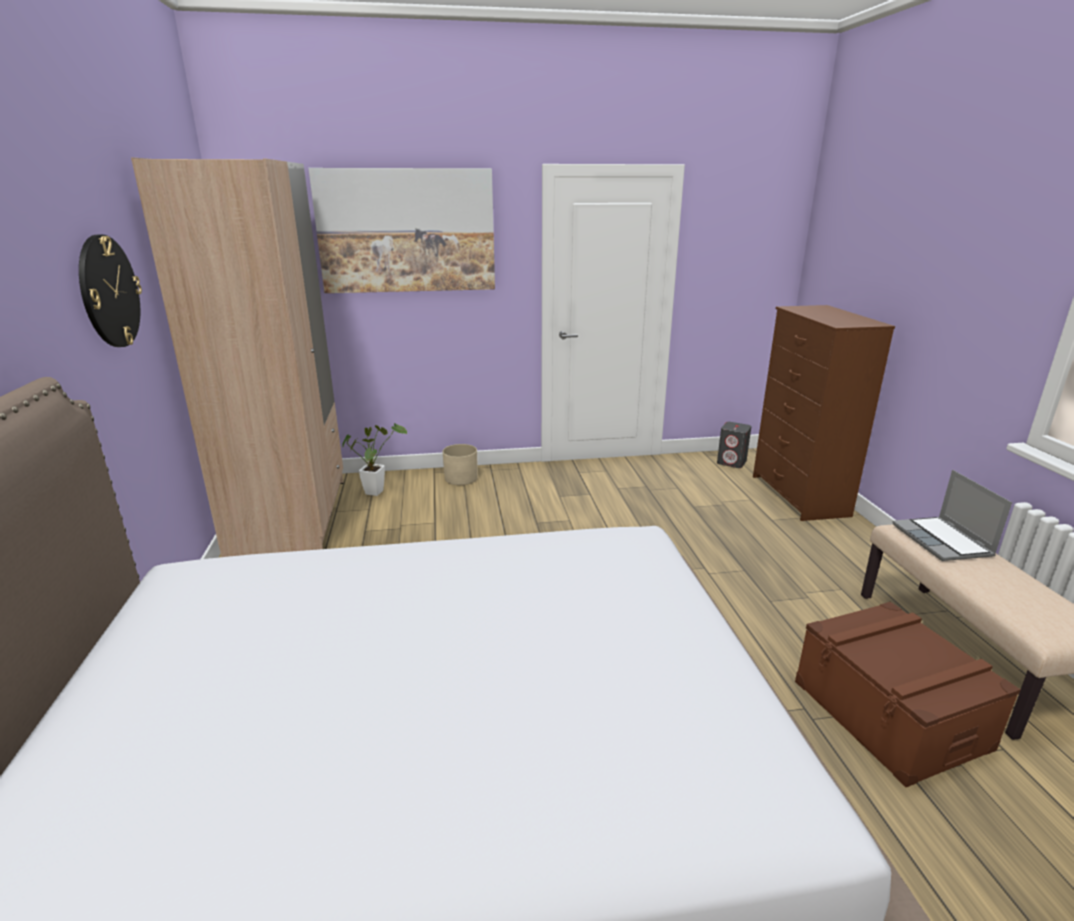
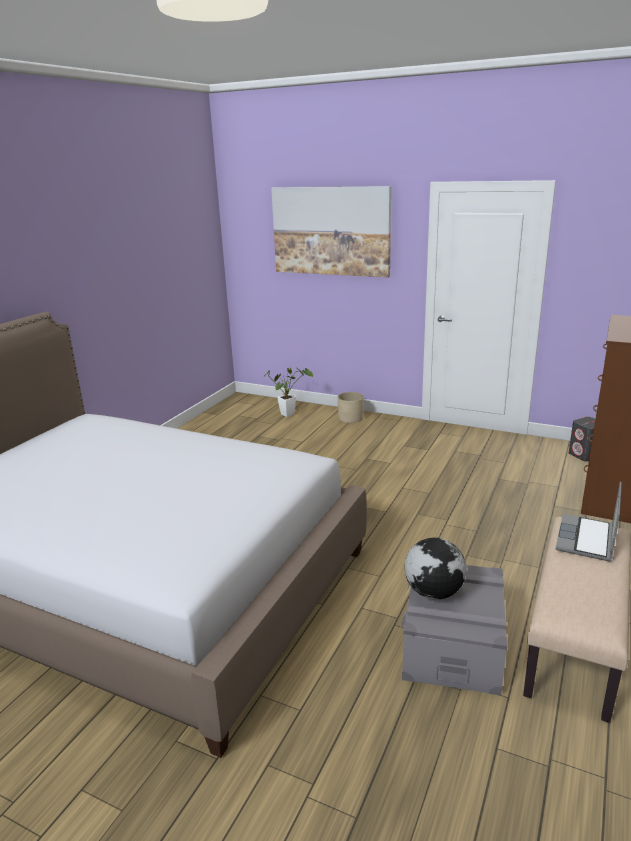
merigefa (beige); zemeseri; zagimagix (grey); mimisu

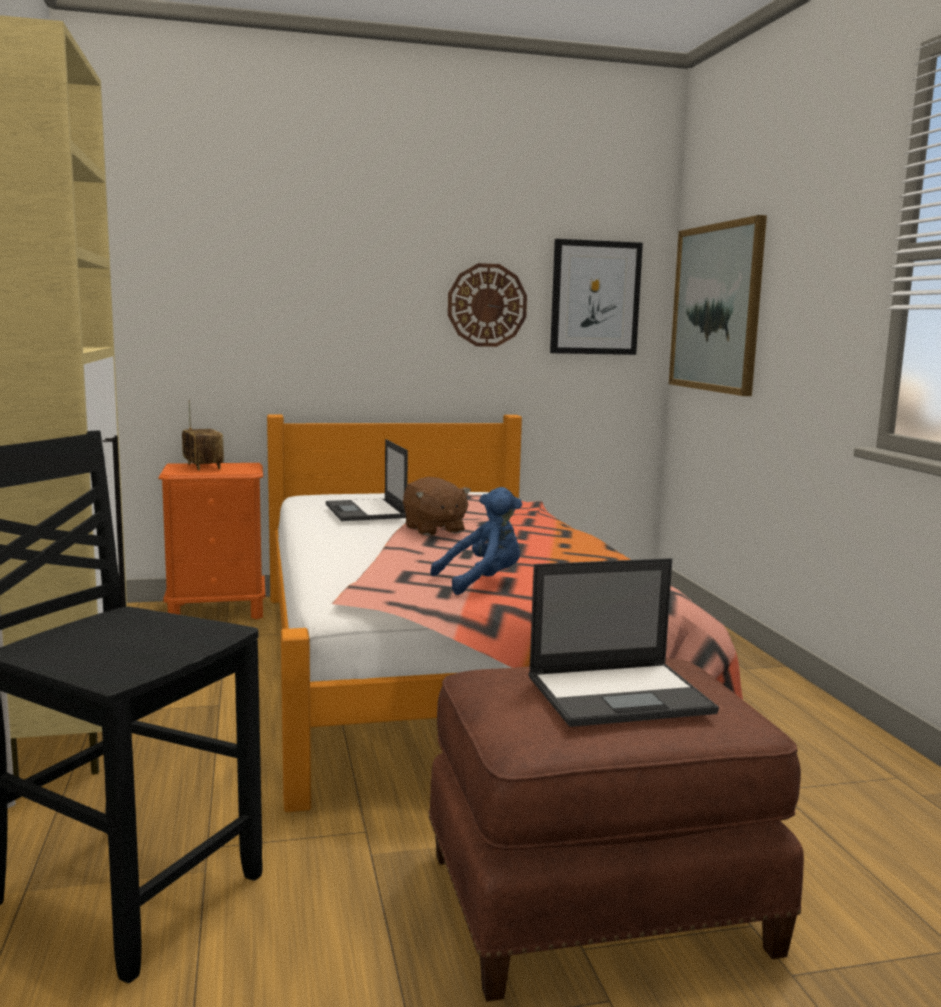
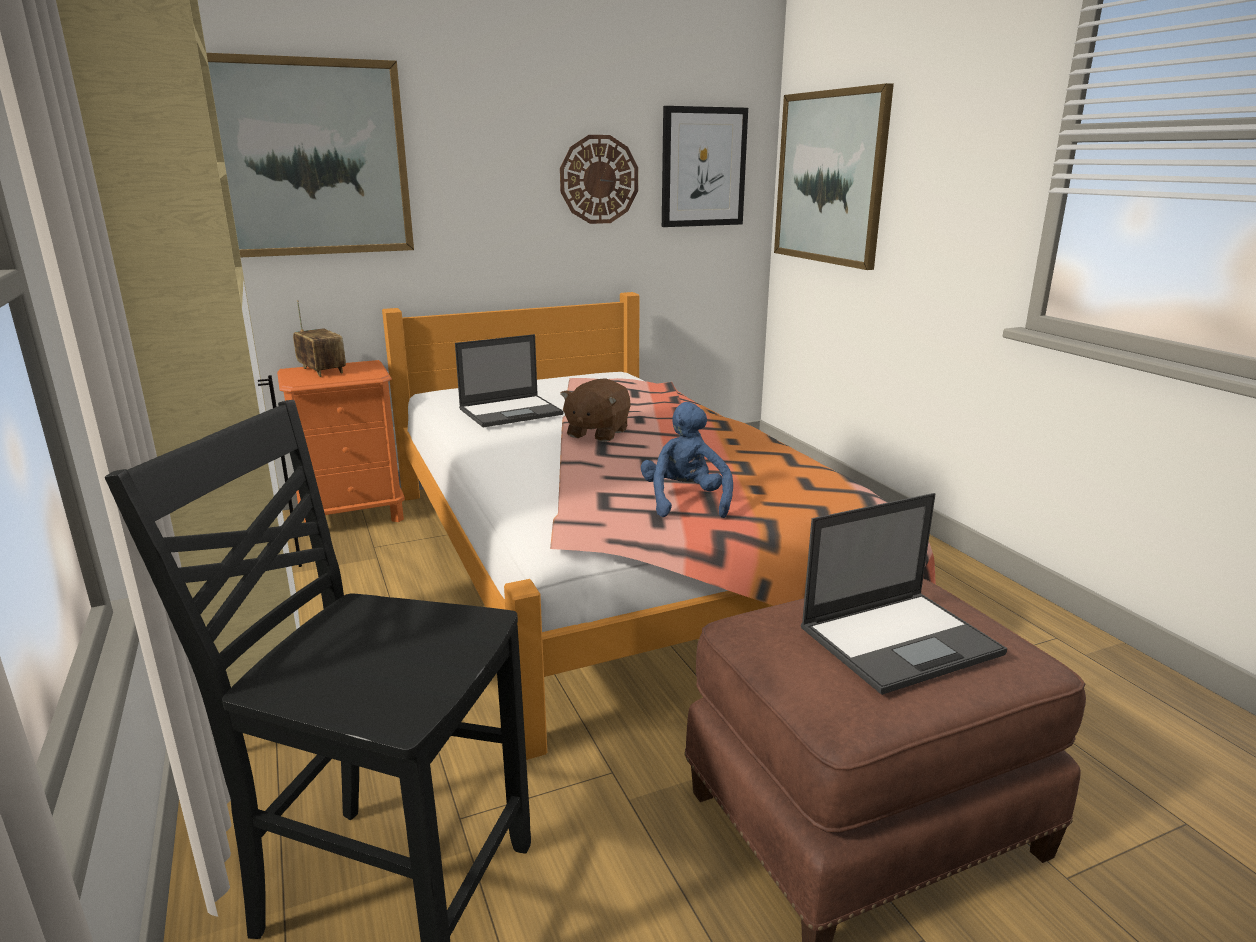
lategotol (no. 1 from left); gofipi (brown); gofipi (blue); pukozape (no. 1 from left)

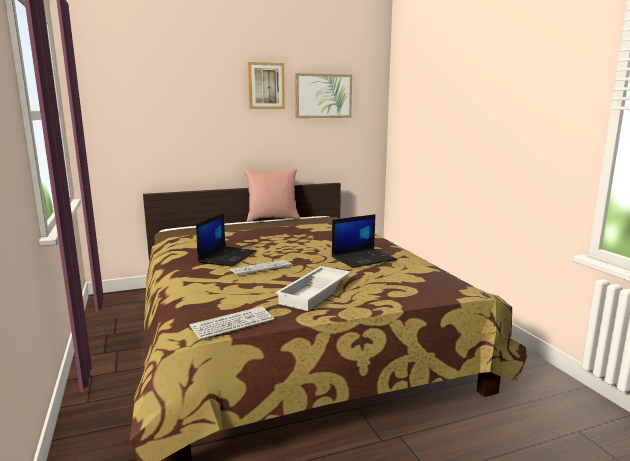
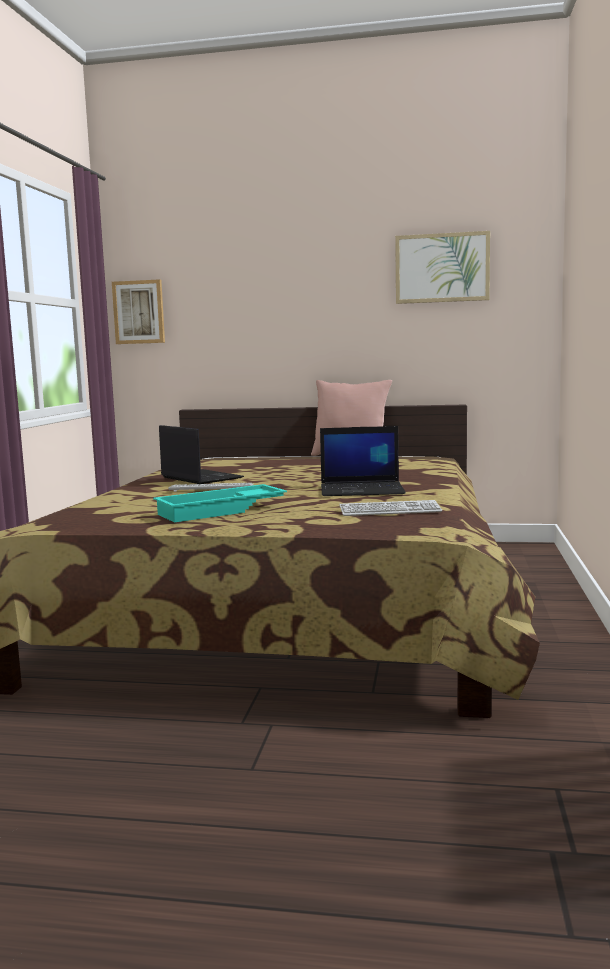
pukozape (no. 1 from left); lategotol (no. 1 from left); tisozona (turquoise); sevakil (no. 2 from left)

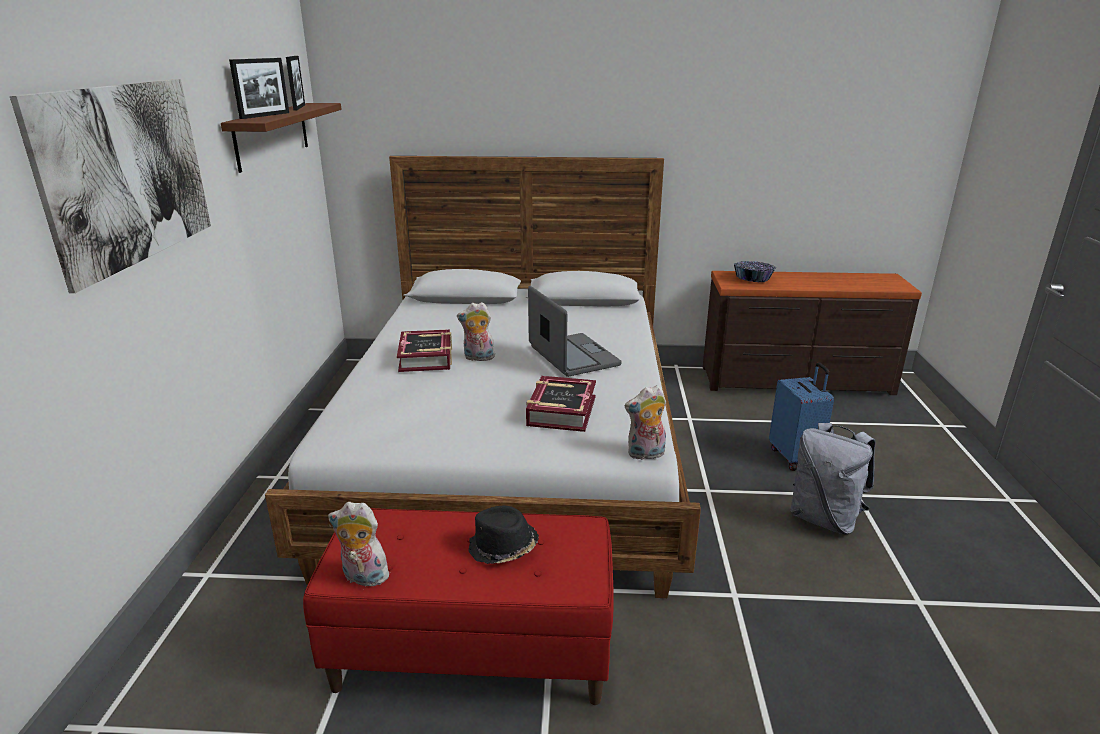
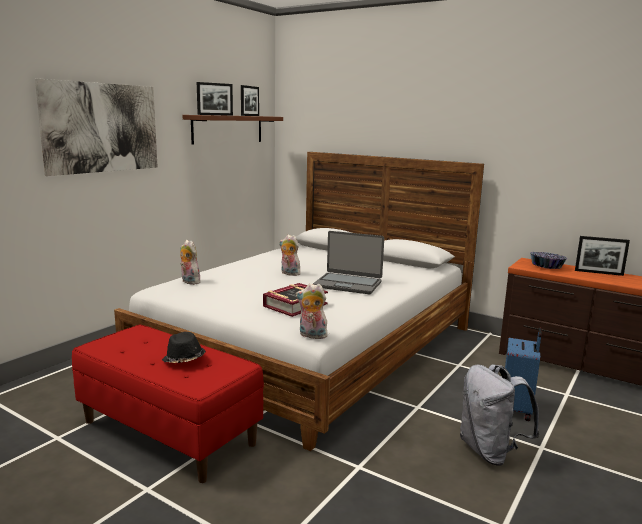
lategotol; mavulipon (no. 1 from left in the first image); gofipi (no. 1 from left); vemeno (no. 3 from left)

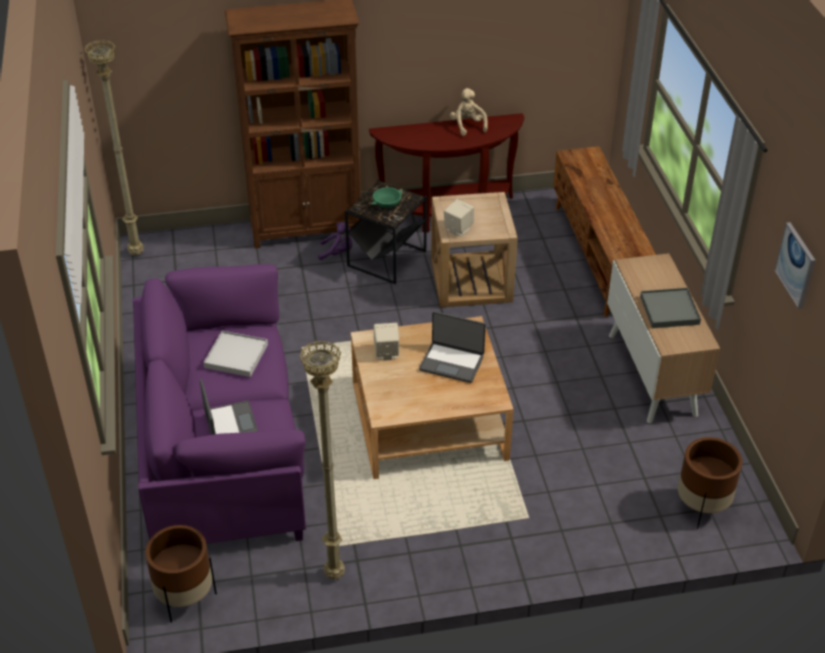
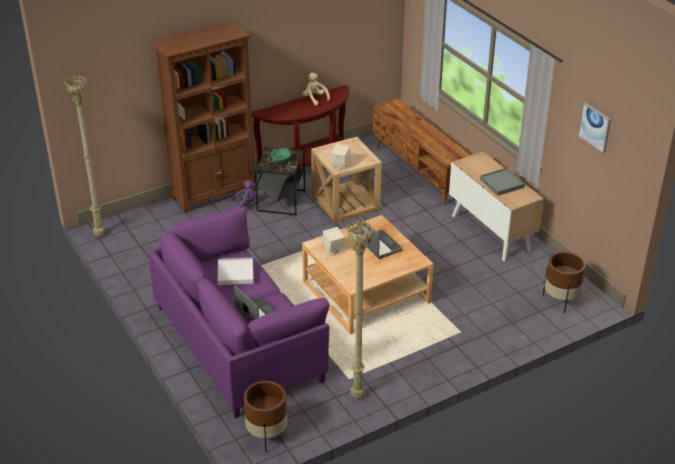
lategotol (no. 2 from left)

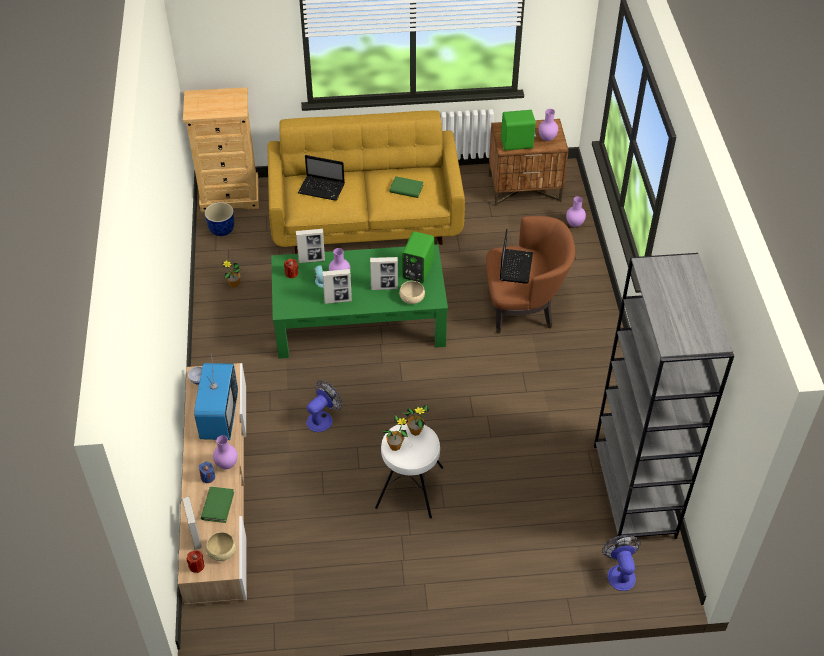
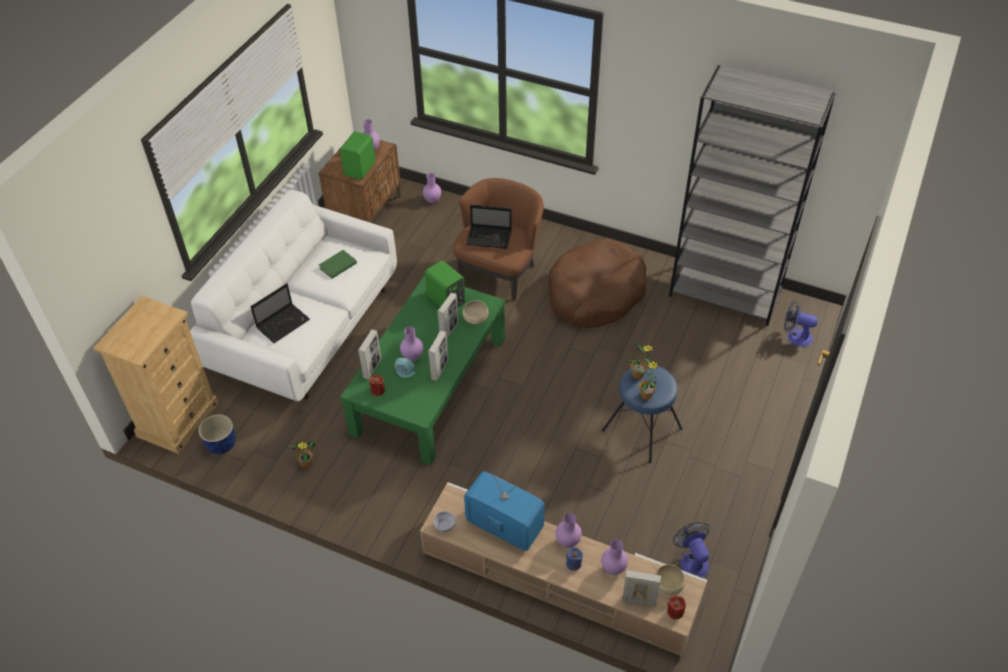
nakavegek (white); lategotol (no. 2 from left); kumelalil (no. 1 from left); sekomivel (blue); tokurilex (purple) (no. 5 from left); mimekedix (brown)

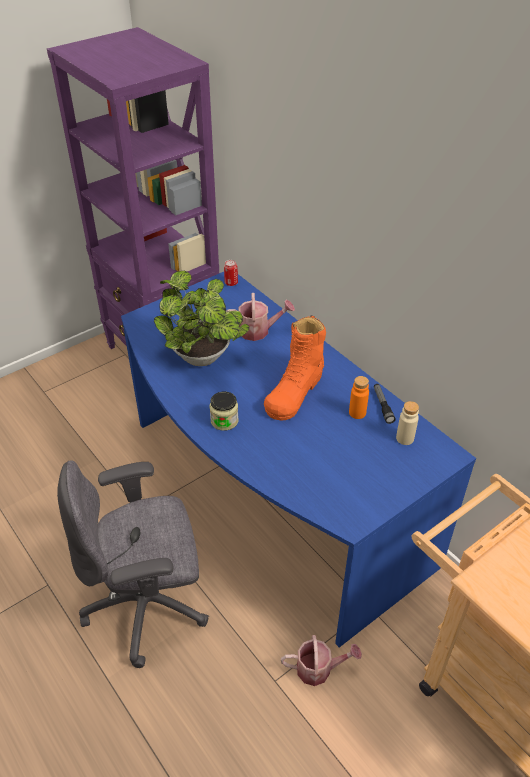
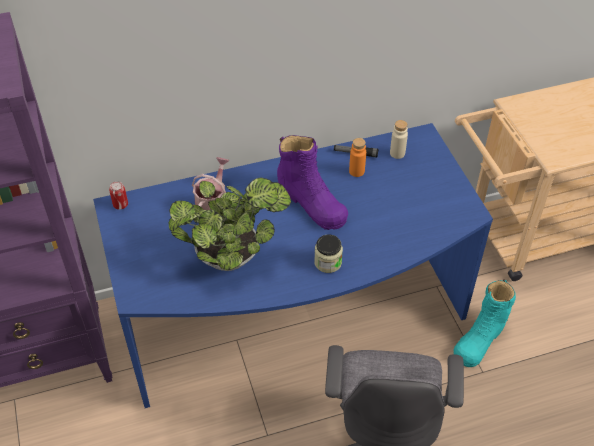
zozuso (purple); zozuso (turquoise)

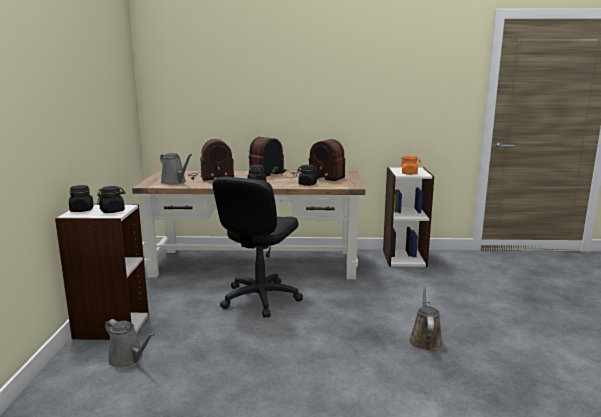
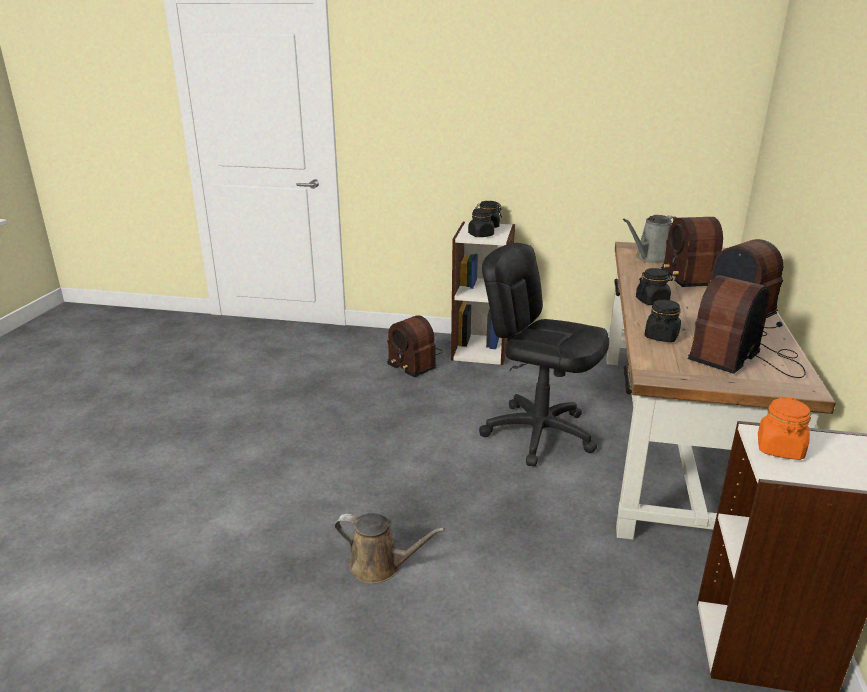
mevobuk (no. 1 from left)

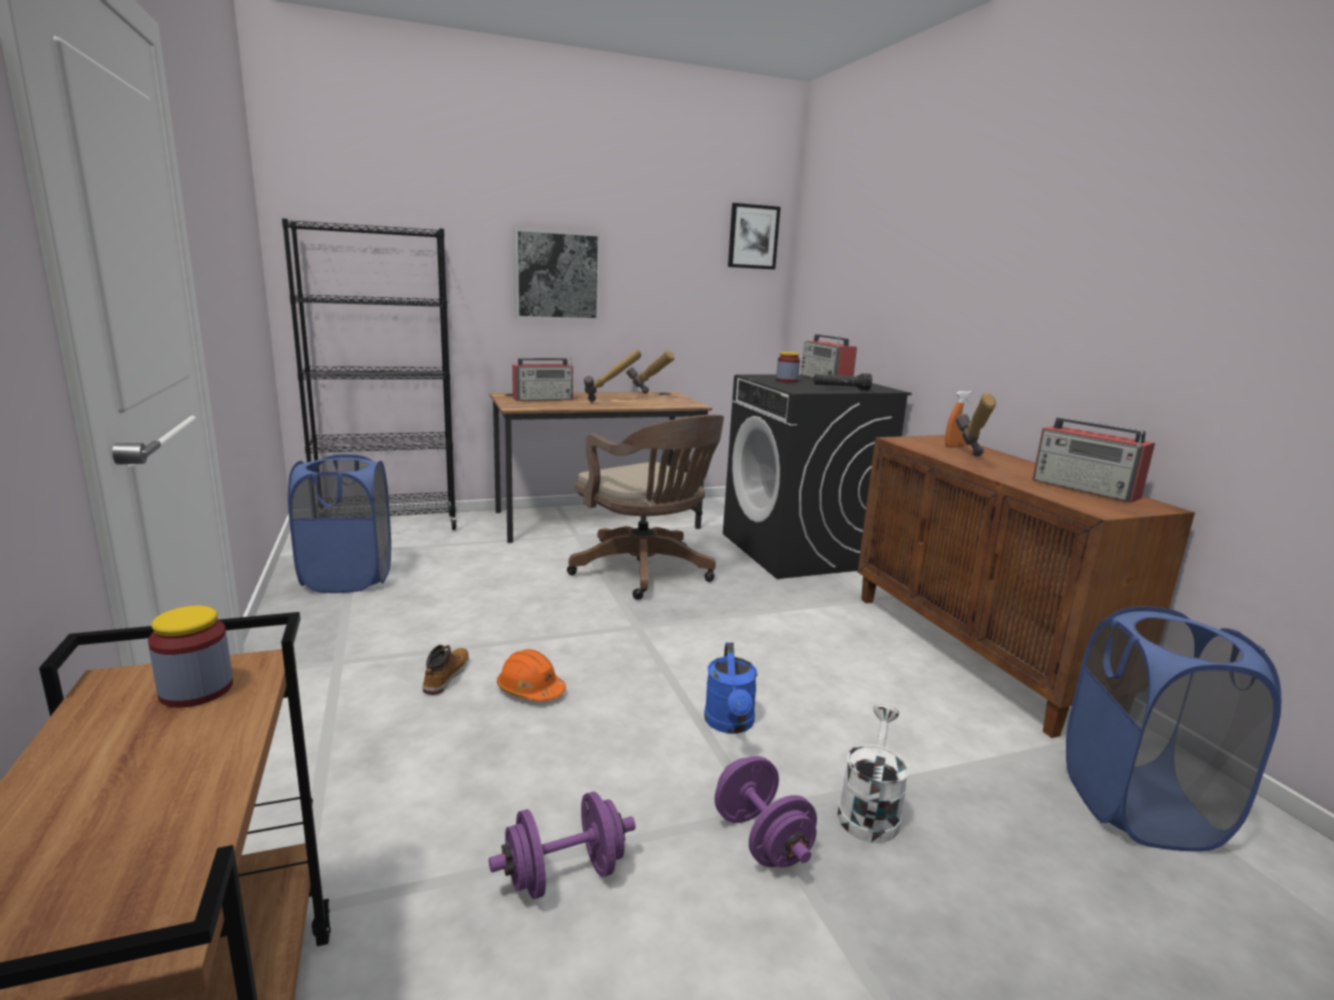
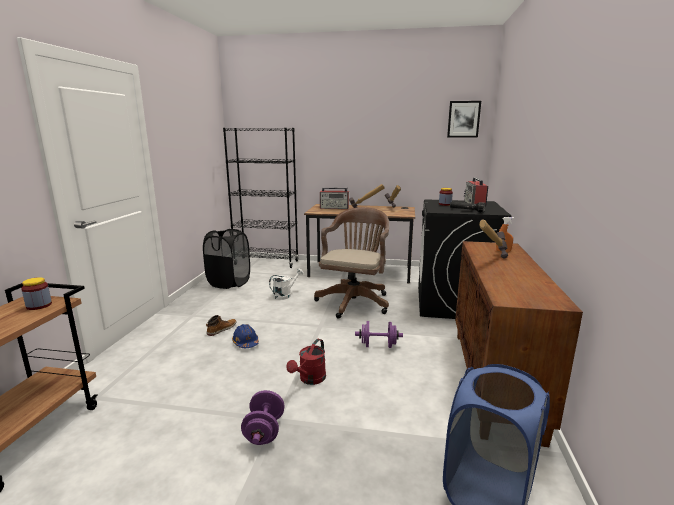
pukozape (no. 1 from left in the first image); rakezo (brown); mevobuk (no. 3 from left in the first image); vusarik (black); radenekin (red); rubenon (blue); radenekin (white); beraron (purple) (no. 2 from left)

